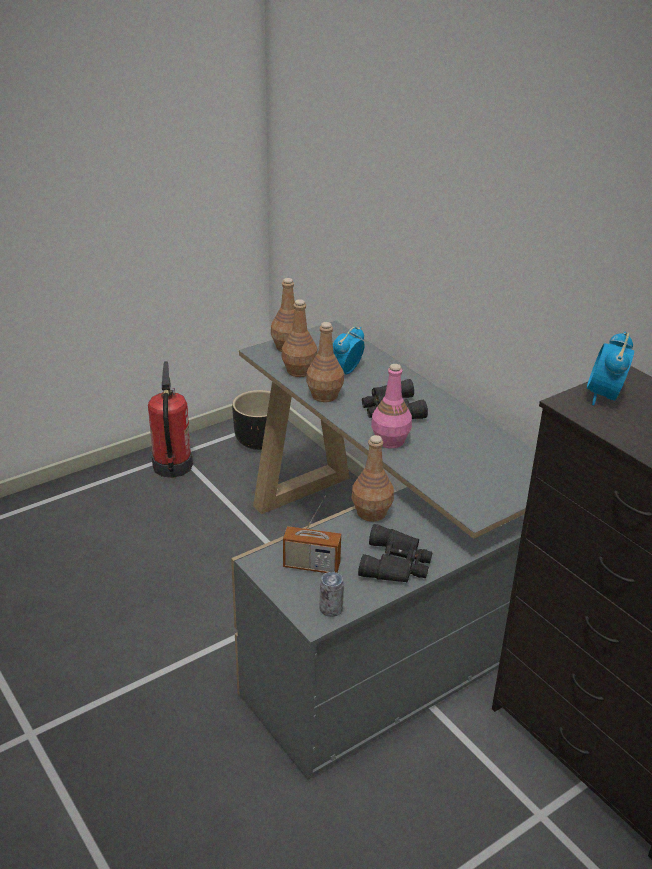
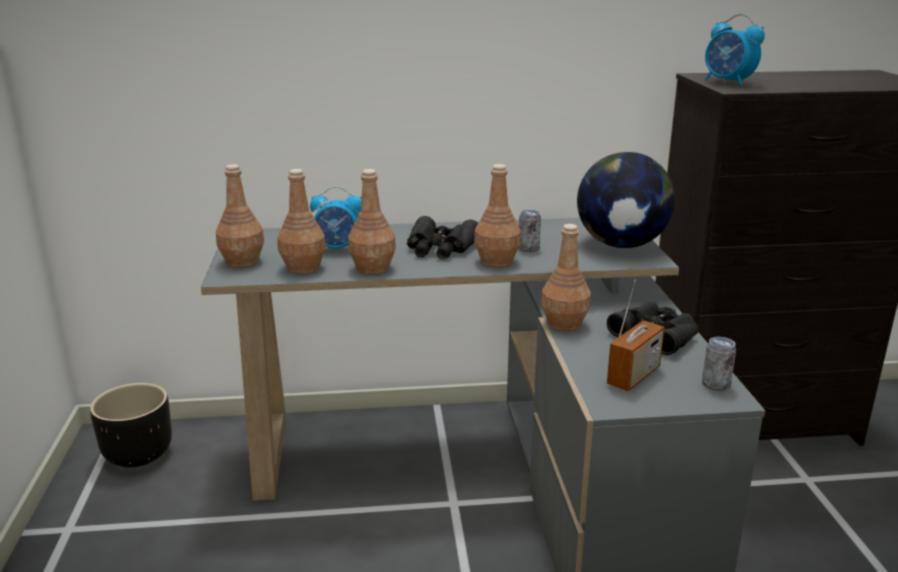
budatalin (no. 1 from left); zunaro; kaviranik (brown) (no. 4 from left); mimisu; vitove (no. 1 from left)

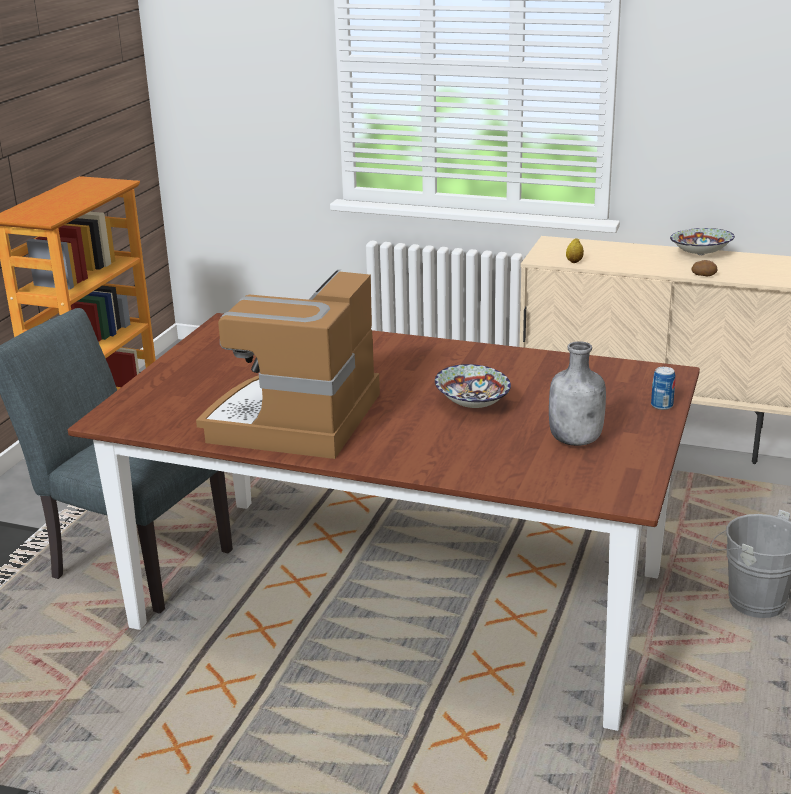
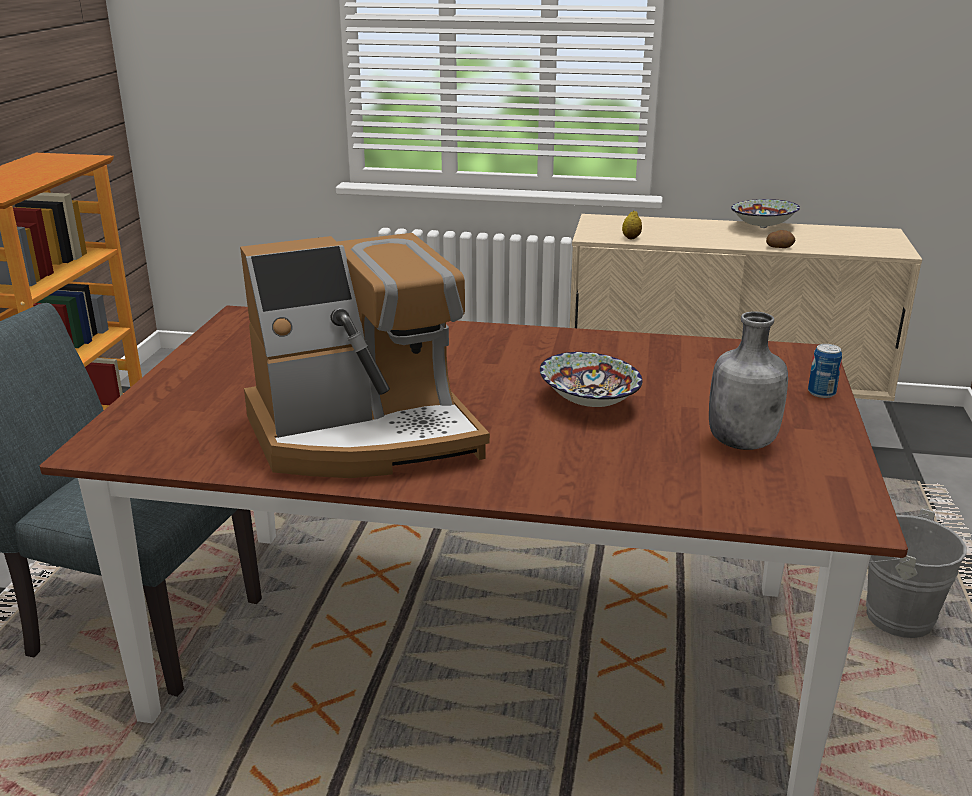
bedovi

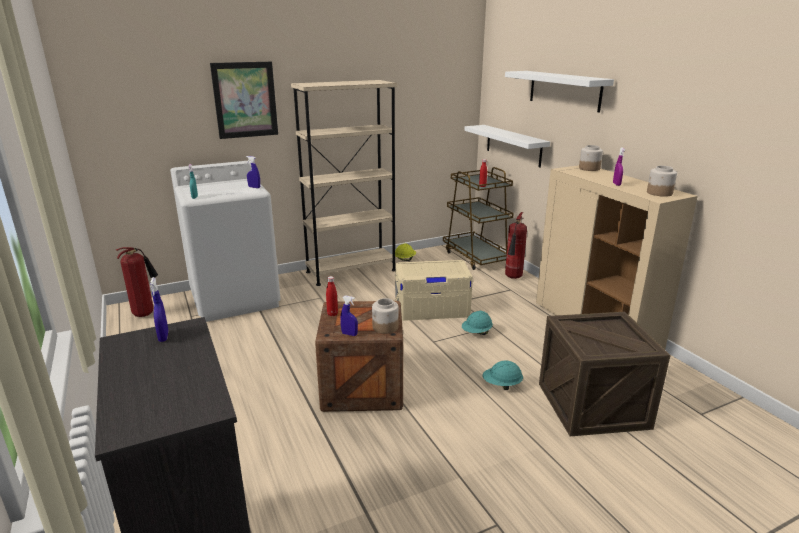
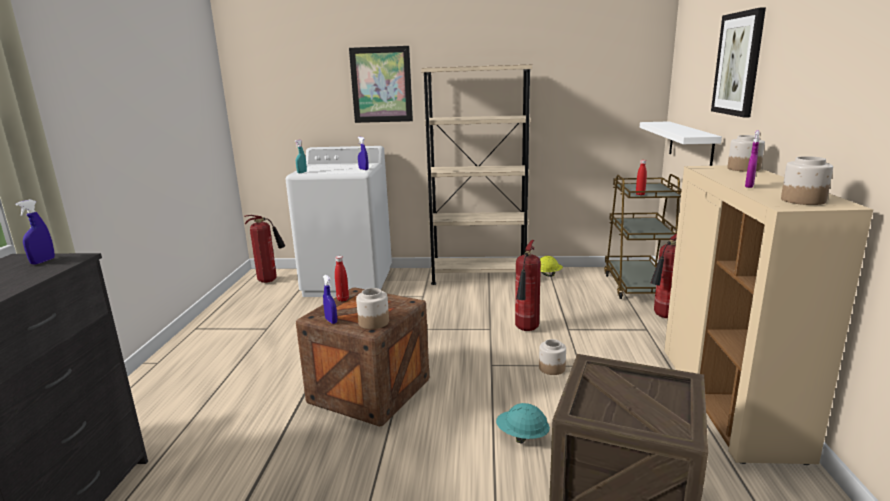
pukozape (no. 2 from left); zunaro (no. 2 from left); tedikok (no. 2 from left)

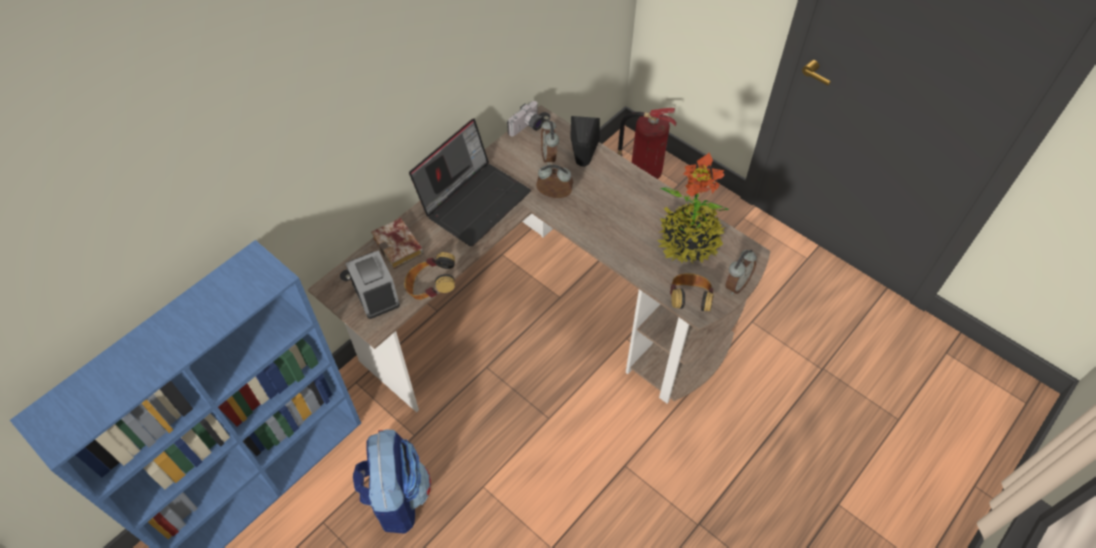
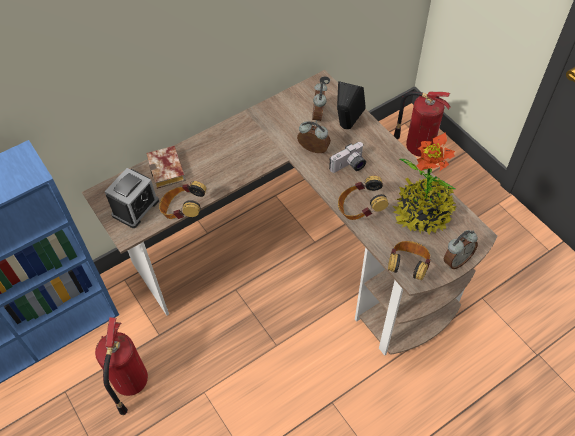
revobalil; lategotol; budatalin (no. 1 from left); zunaro (no. 1 from left); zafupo (no. 2 from left)

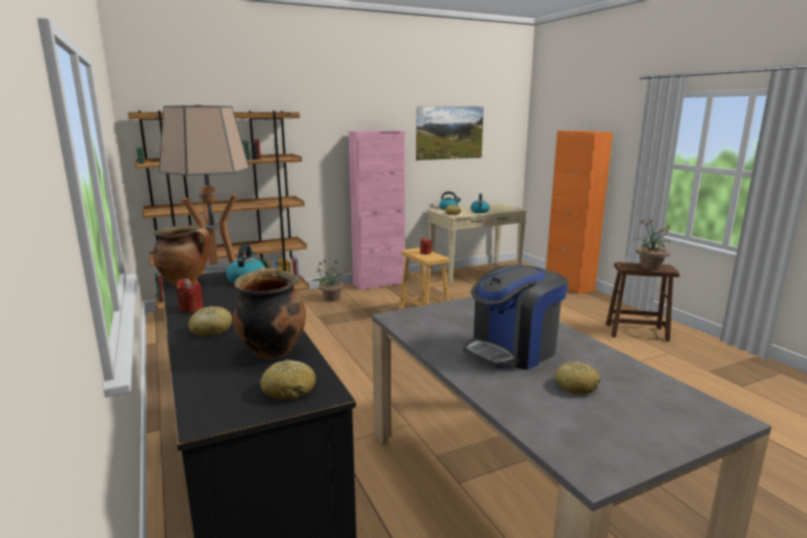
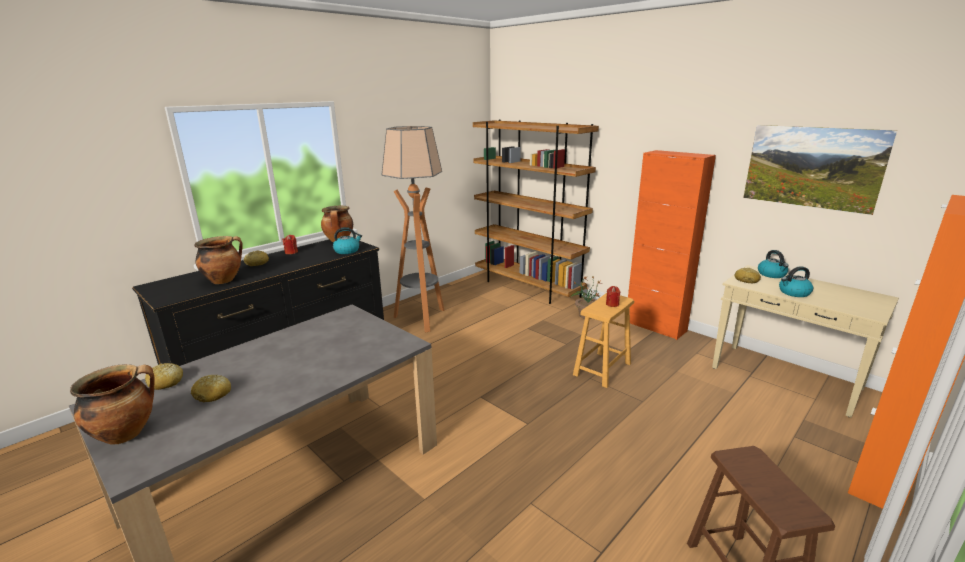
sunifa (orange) (no. 1 from left); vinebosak (no. 2 from left in the first image); bedovi; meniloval (no. 1 from left); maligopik (no. 1 from left)

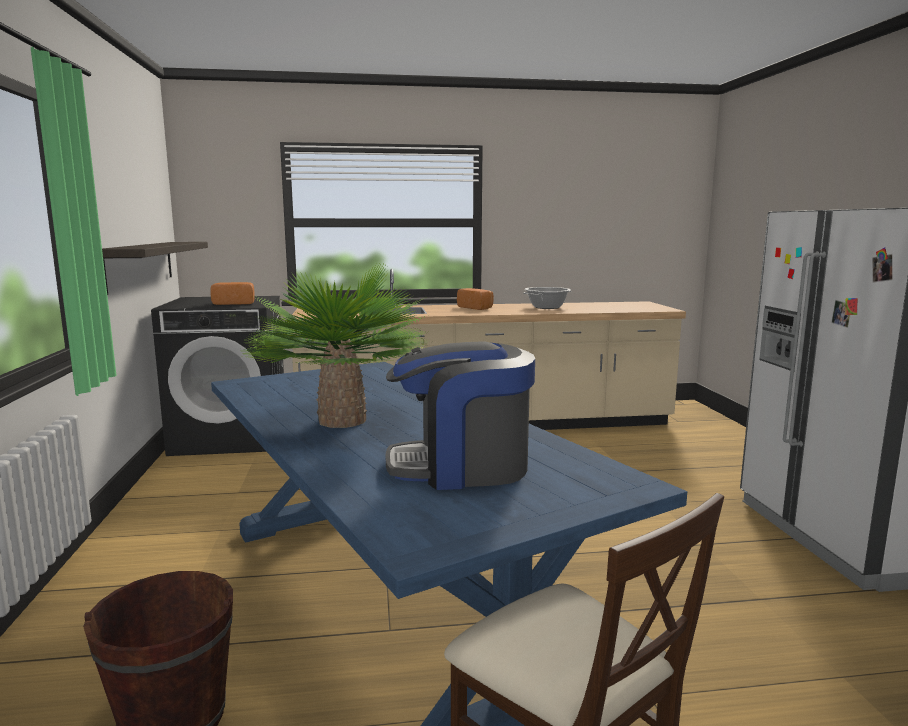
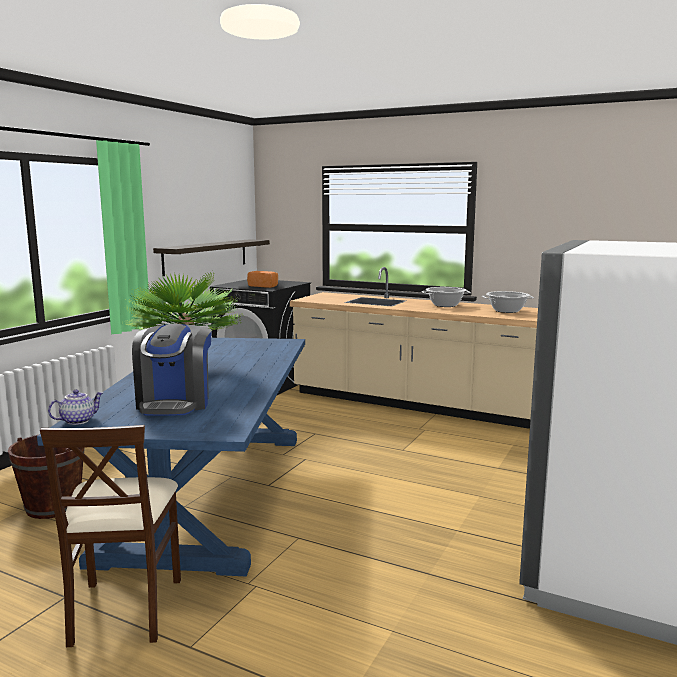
maligopik (no. 1 from left); bedovi; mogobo

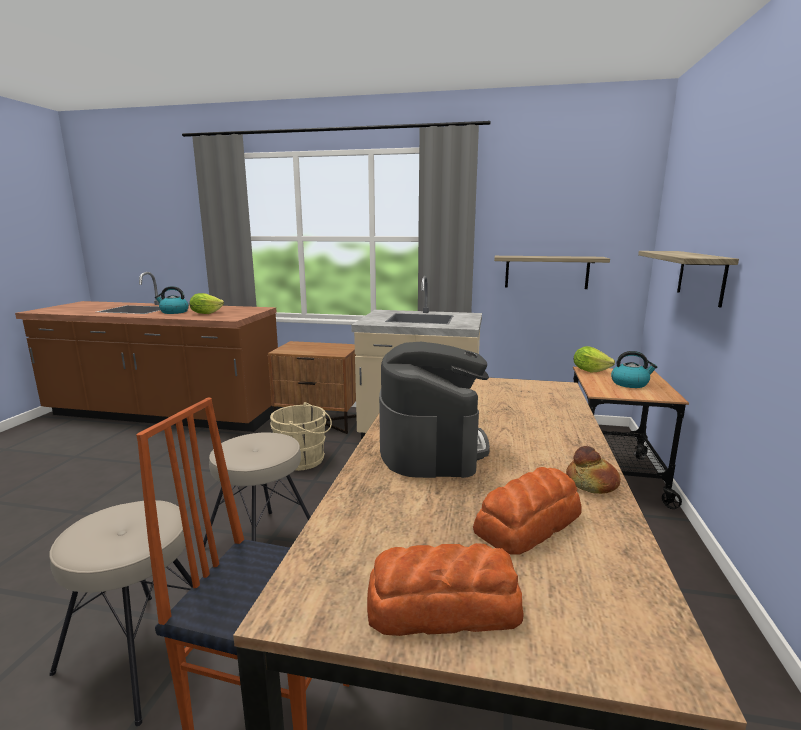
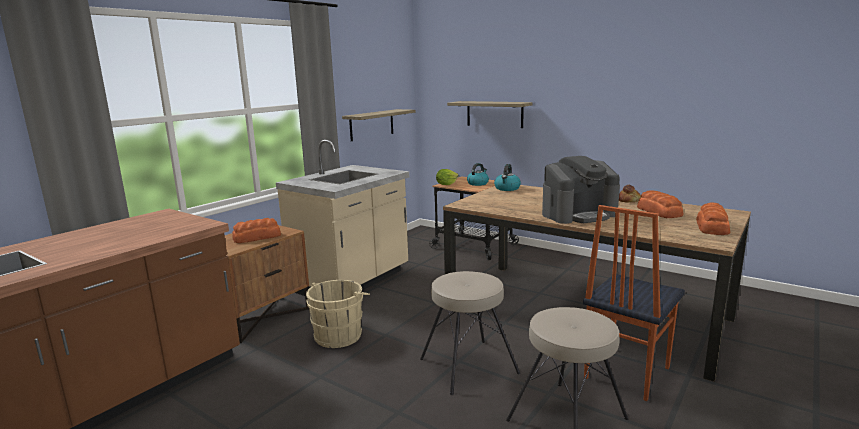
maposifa (no. 2 from left); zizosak (no. 1 from left in the first image); bedovi; meniloval (no. 1 from left)

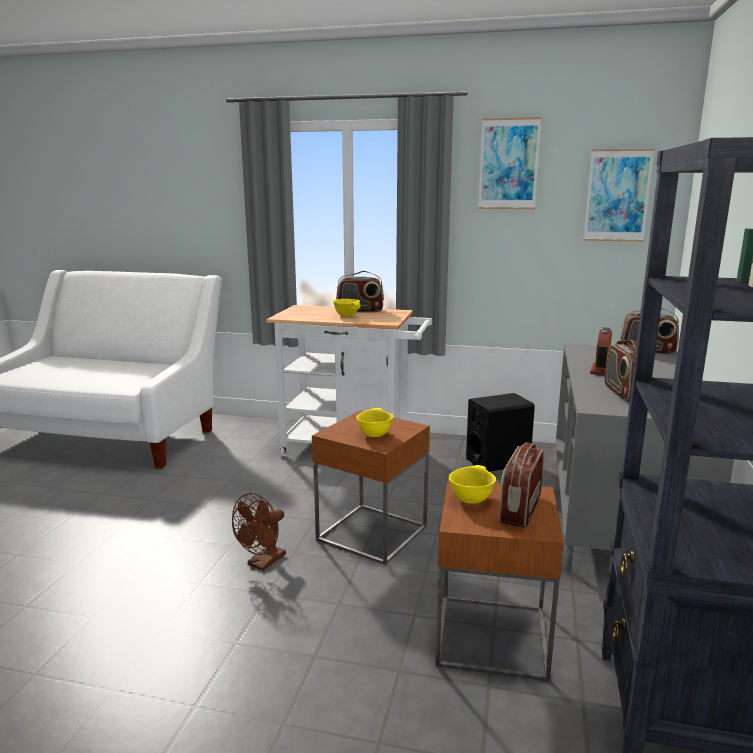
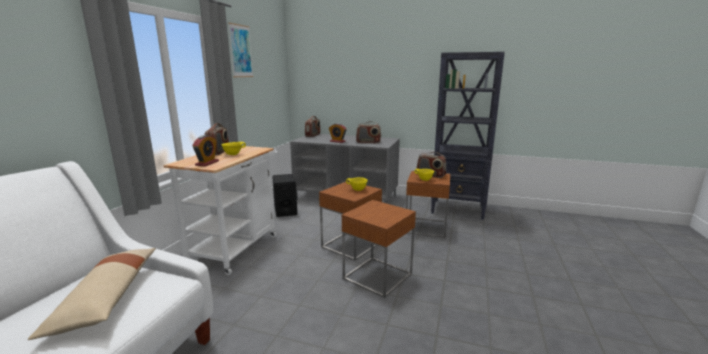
pukozape (no. 2 from left in the first image); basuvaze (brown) (no. 2 from left); budatalin (no. 1 from left); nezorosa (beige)

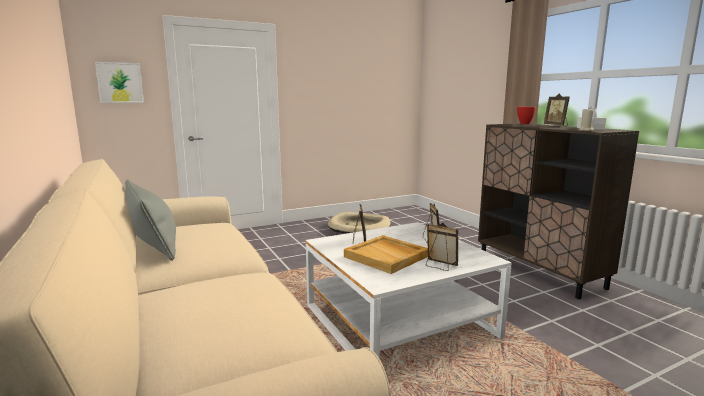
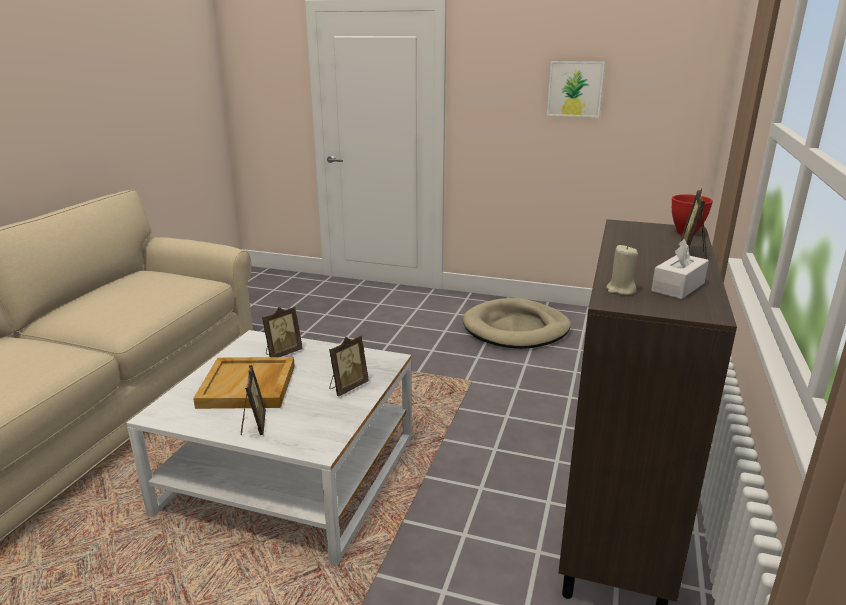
pukozape; nezorosa (grey)

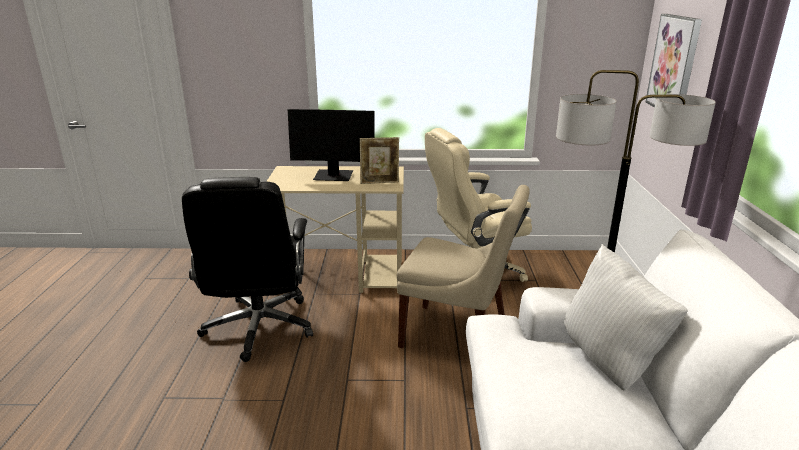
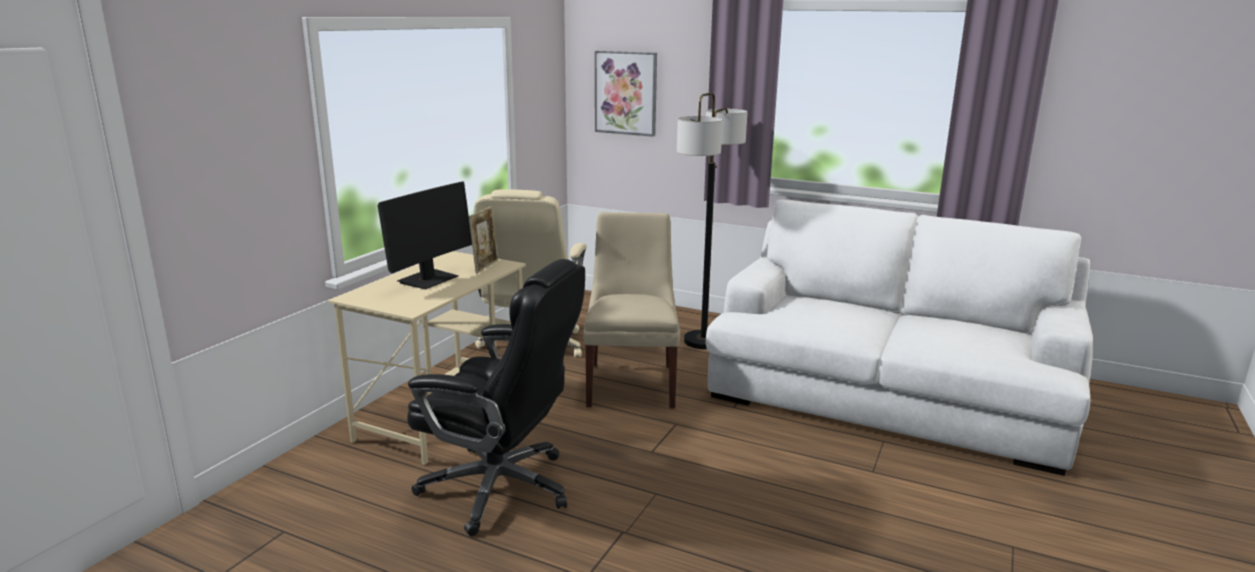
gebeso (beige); nezorosa (white)

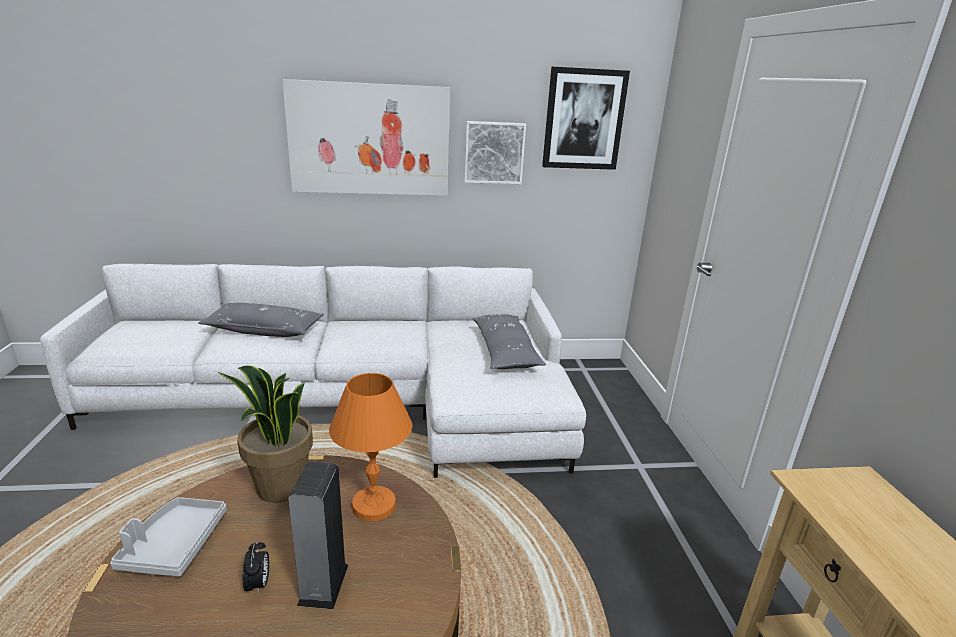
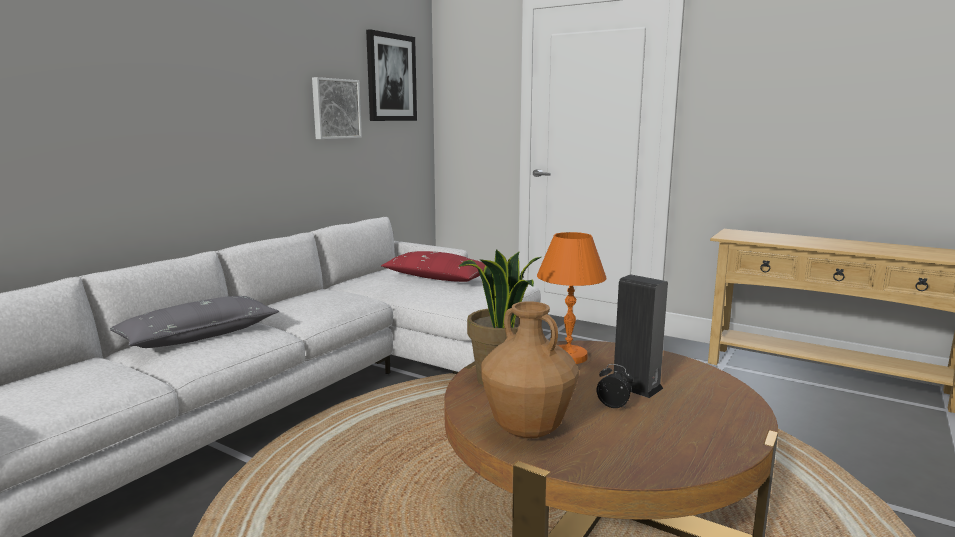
pukozape (no. 1 from left in the first image); nezorosa (red); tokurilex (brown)

